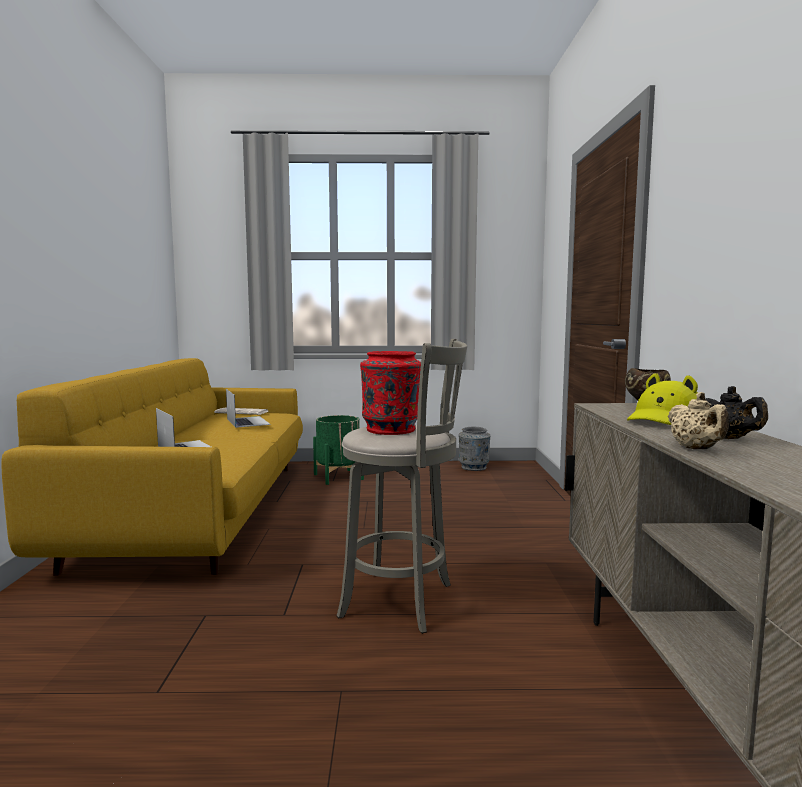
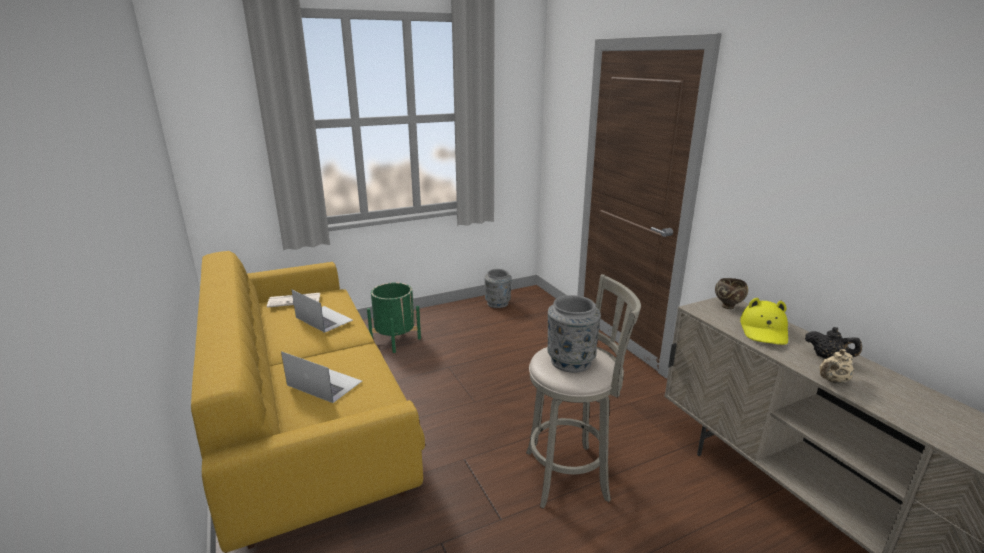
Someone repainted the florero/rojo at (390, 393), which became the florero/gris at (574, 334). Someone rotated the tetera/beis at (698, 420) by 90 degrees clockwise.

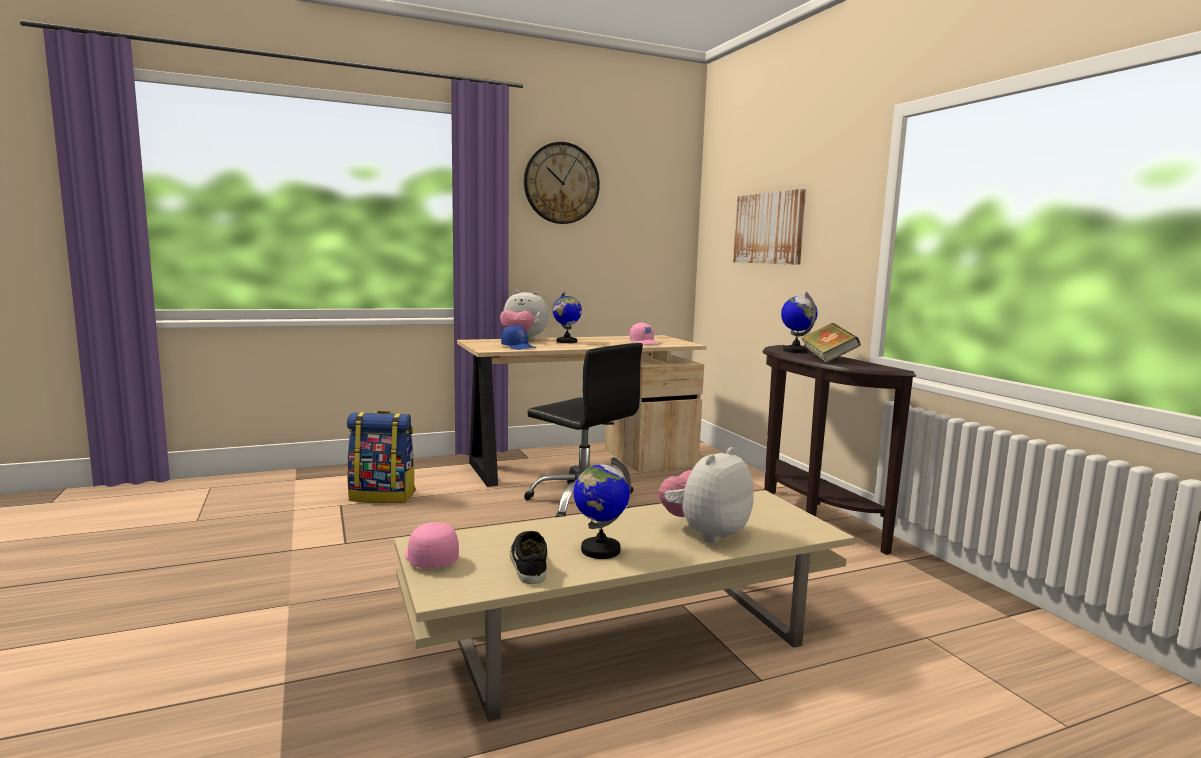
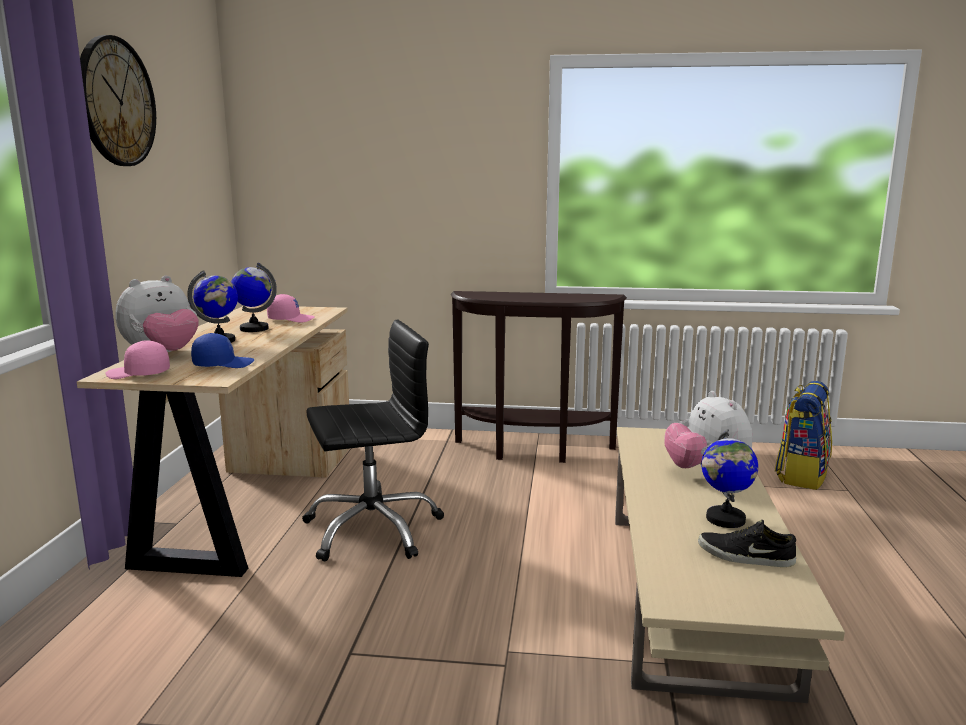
Someone took away the cuadro at (769, 227). Someone took away the libro at (831, 343). Someone carried the mochila from (381, 457) to (803, 435). Someone carried the gorra/rosa from (432, 545) to (138, 359). Someone carried the globo terráqueo from (799, 322) to (254, 297).

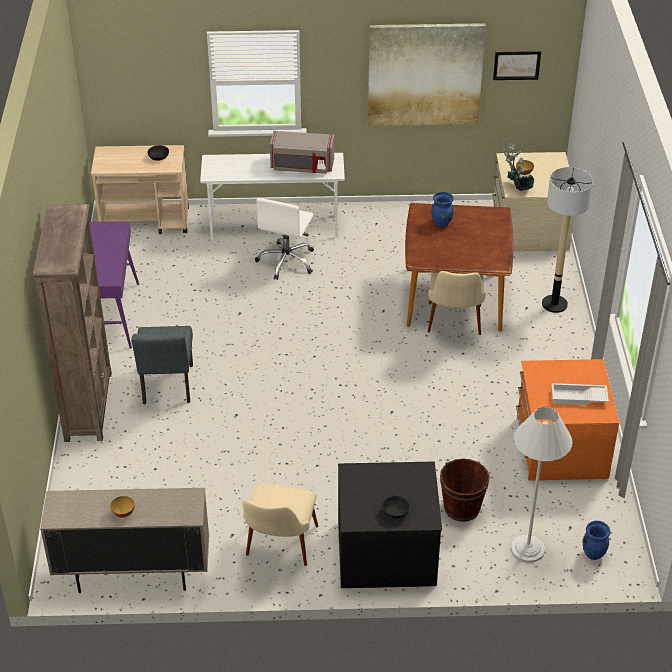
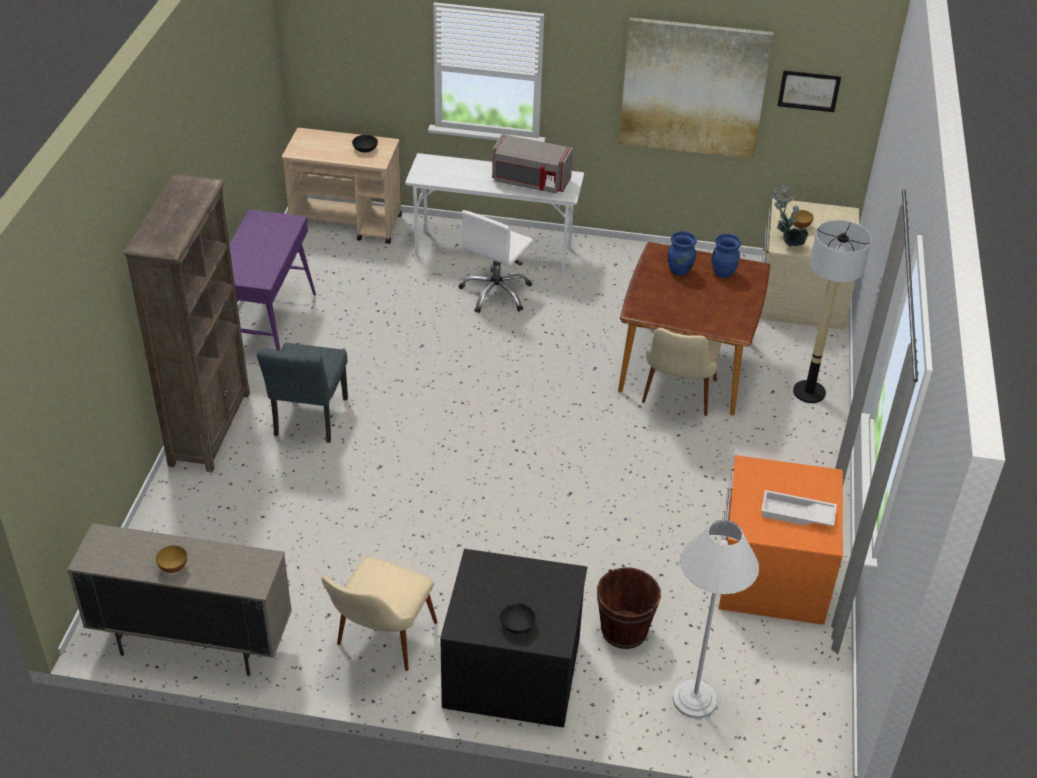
Someone carried the florero/azul from (597, 540) to (726, 256).

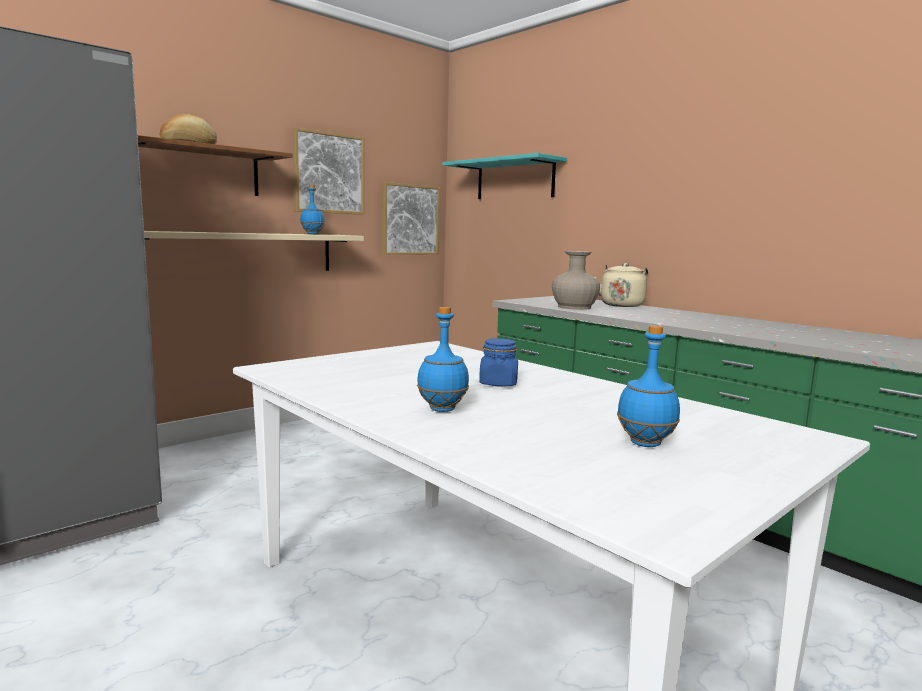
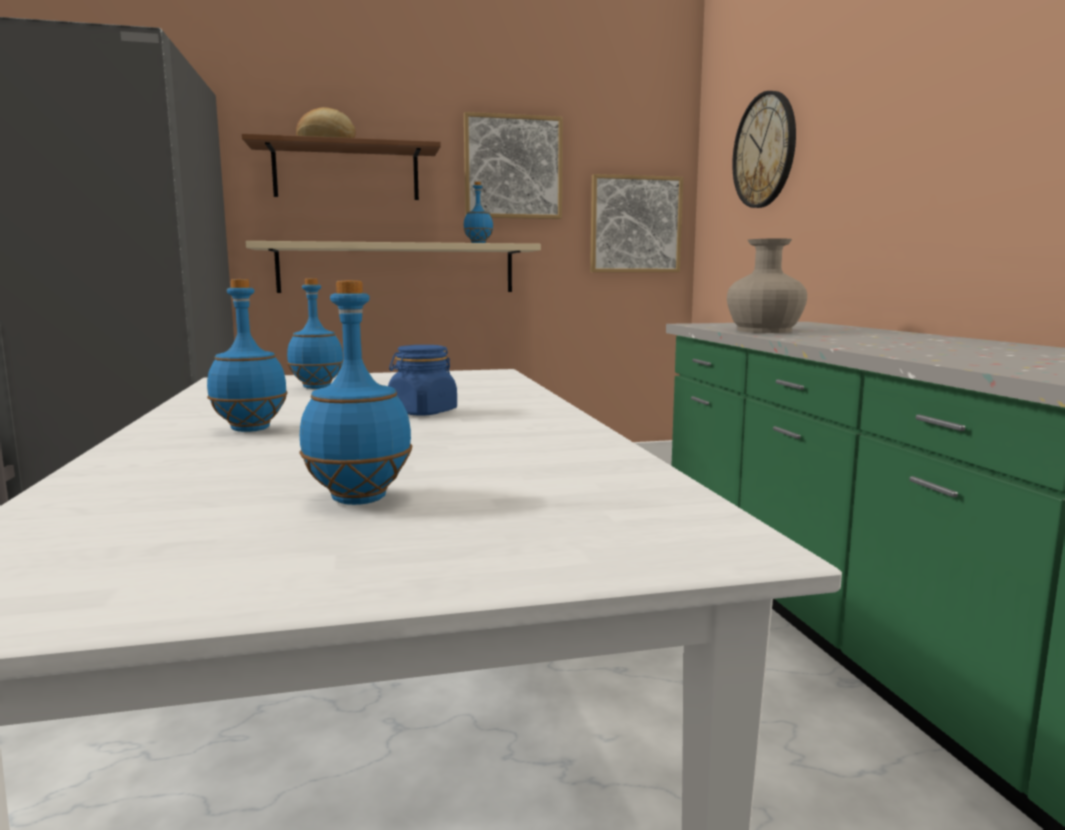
Someone took away the hervidor/beis at (621, 285). Someone put down the botella/azul at (315, 333). Someone swapped the estante/turquesa at (504, 176) for the reloj de pared at (764, 149).

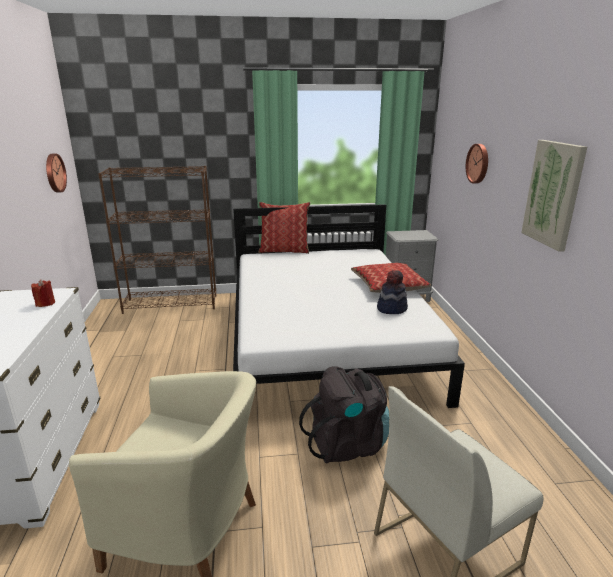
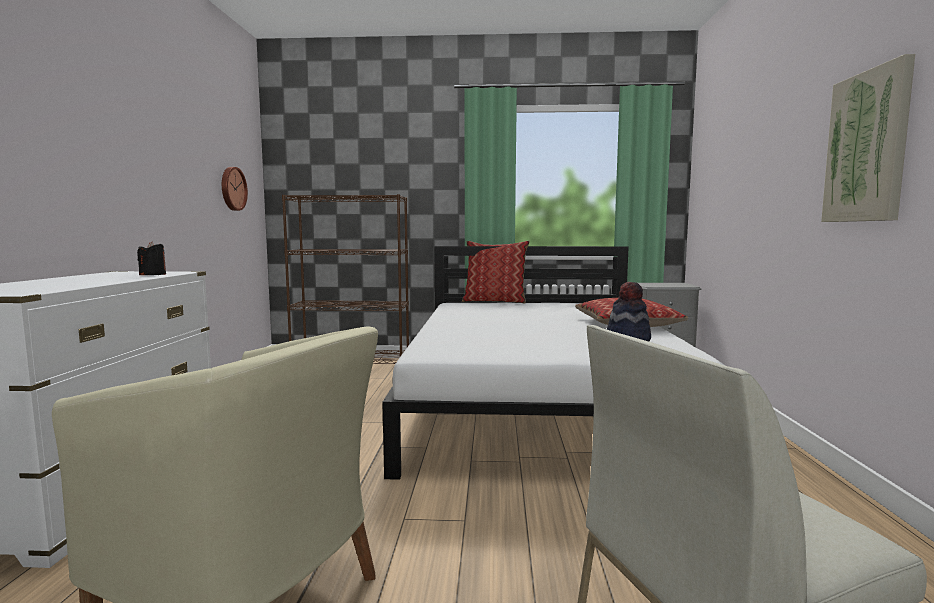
Someone took away the mochila/negro at (344, 415). Someone took away the reloj de pared at (477, 164). Someone repainted the vela/rojo at (43, 293), which became the vela/negro at (151, 258).

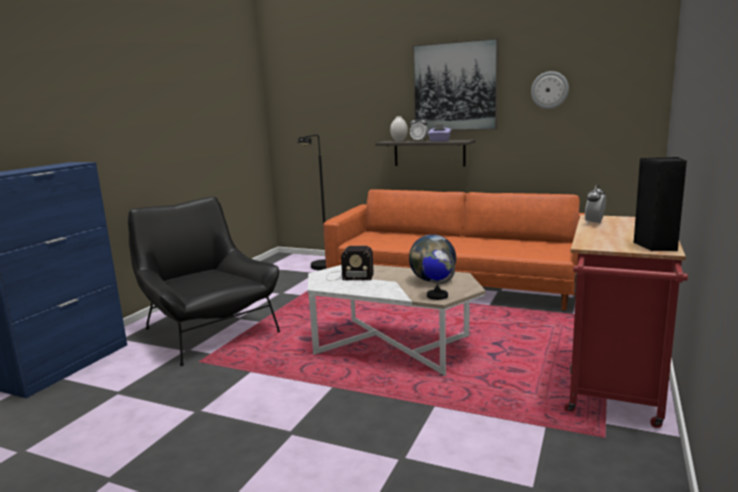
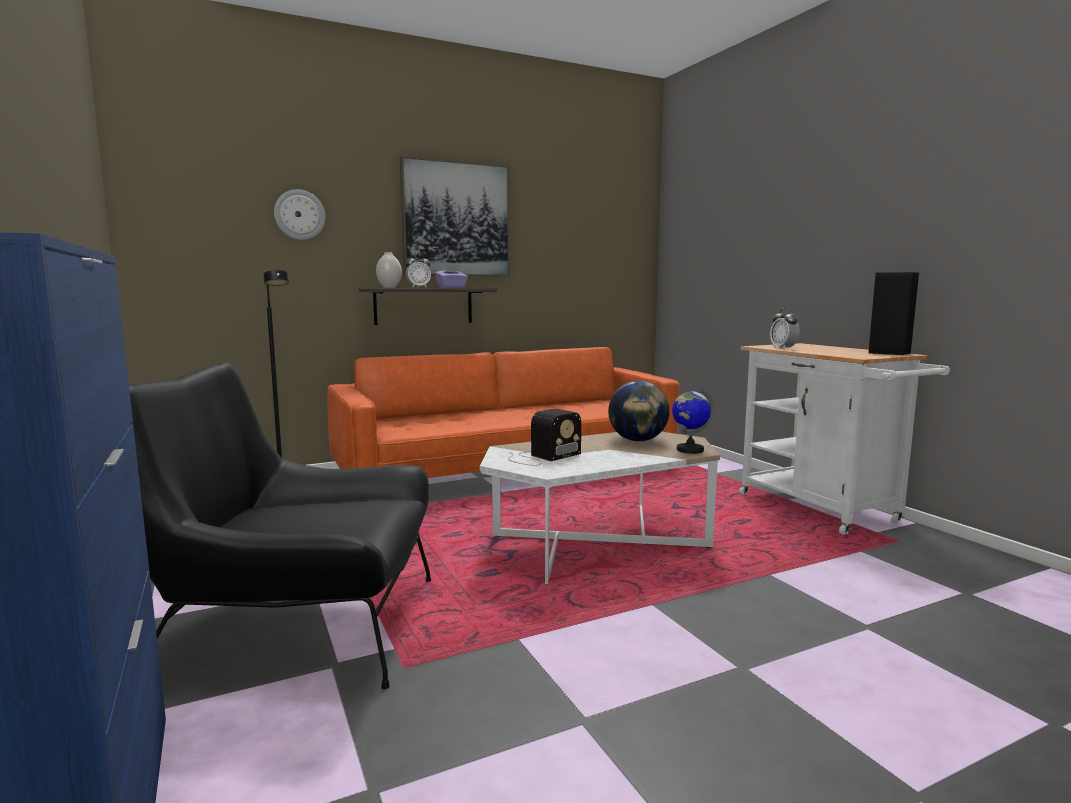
Someone carried the reloj de pared from (550, 90) to (300, 214). Someone repainted the carrito/rojo at (626, 321), which became the carrito/blanco at (844, 439).

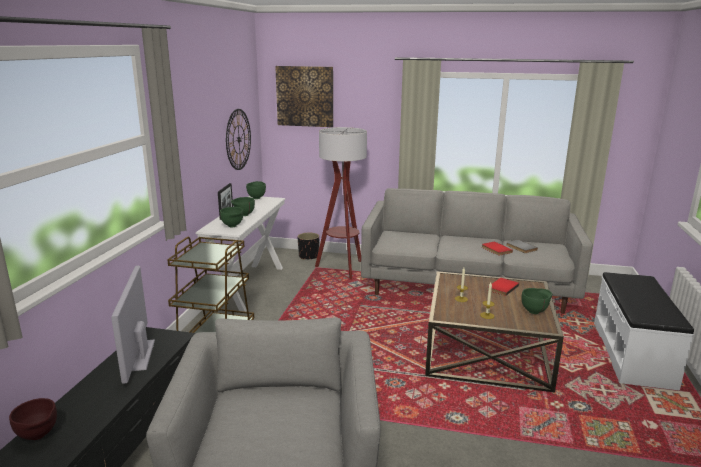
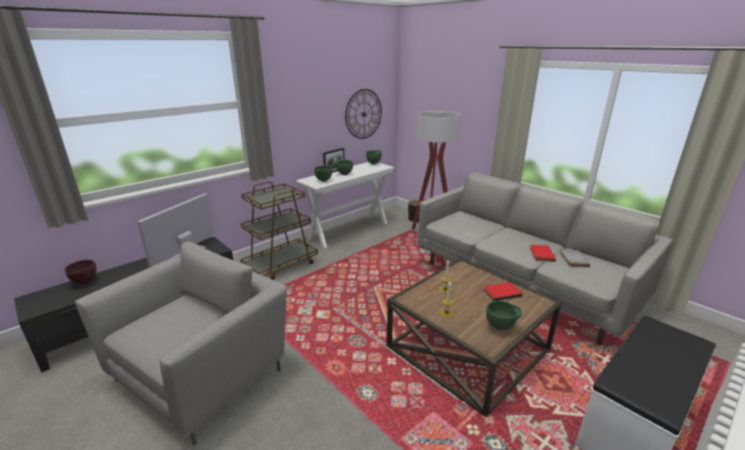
Someone took away the cuadro at (304, 96).

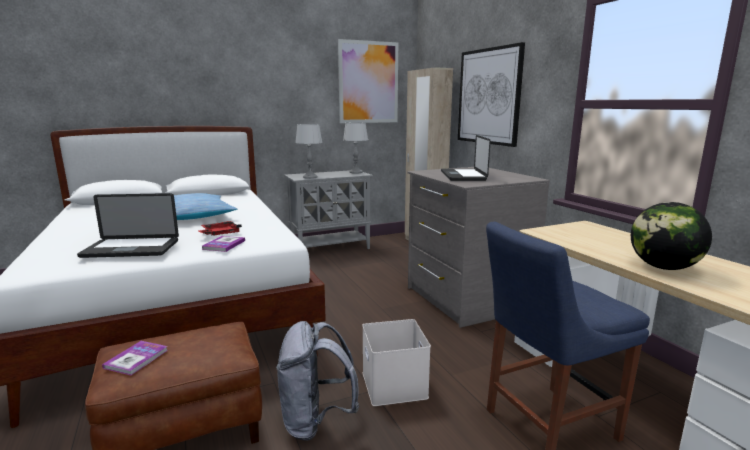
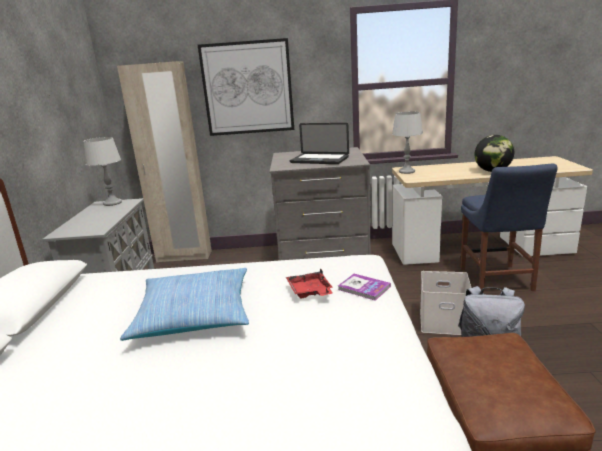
Someone took away the portátil at (128, 225). Someone took away the libro at (135, 358). Someone took away the cuadro at (368, 81). Someone carried the lámpara de mesa/gris from (309, 151) to (407, 143).

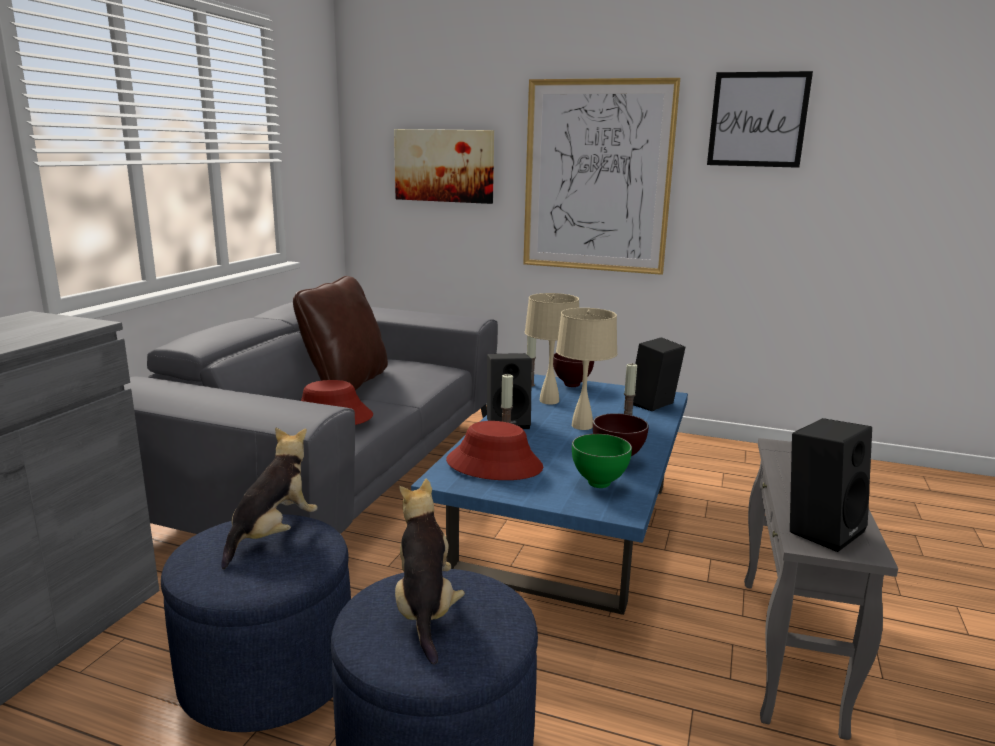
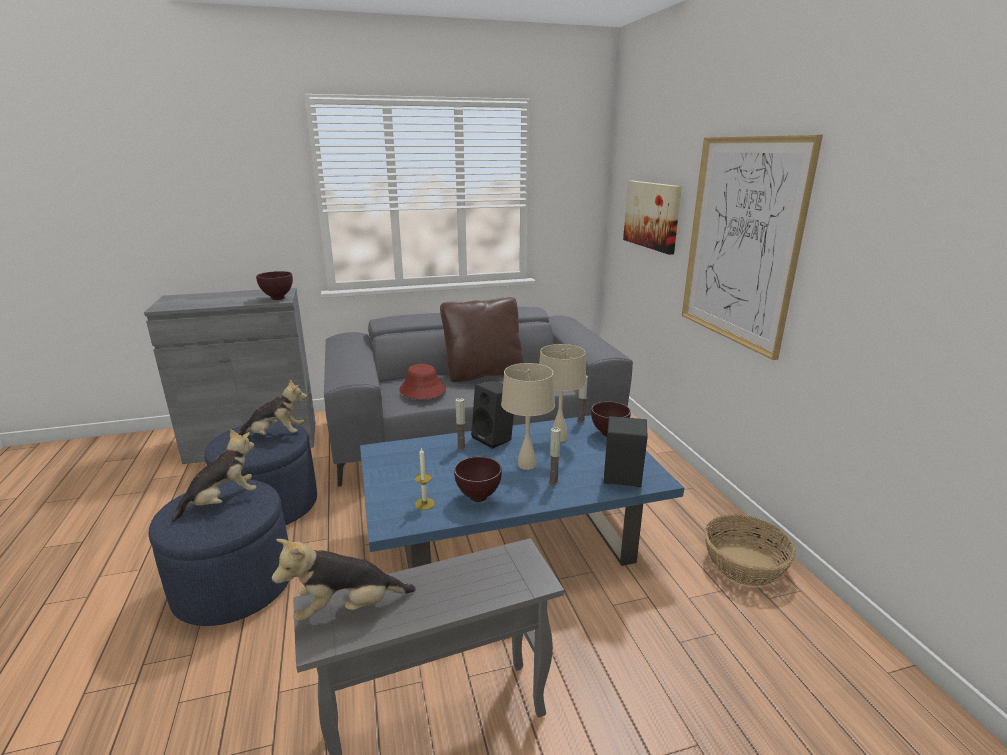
Someone took away the sombrero/rojo at (494, 450). Someone took away the cuadro at (760, 119). Someone put down the cuenco/marrón at (274, 285). Someone put down the cesta at (750, 550). Someone swapped the cuenco/verde at (602, 461) for the vela at (425, 479). Someone swapped the altavoz/negro at (831, 485) for the peluche at (344, 580).

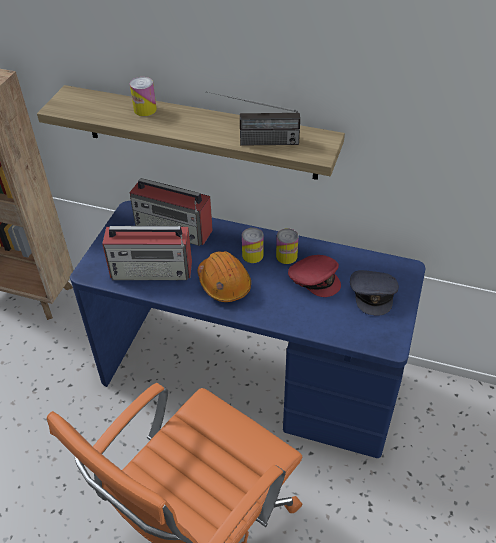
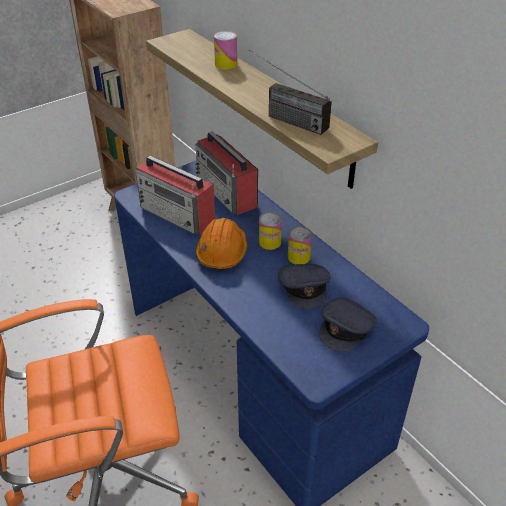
Someone repainted the gorra/rojo at (314, 276), which became the gorra/gris at (304, 286).

